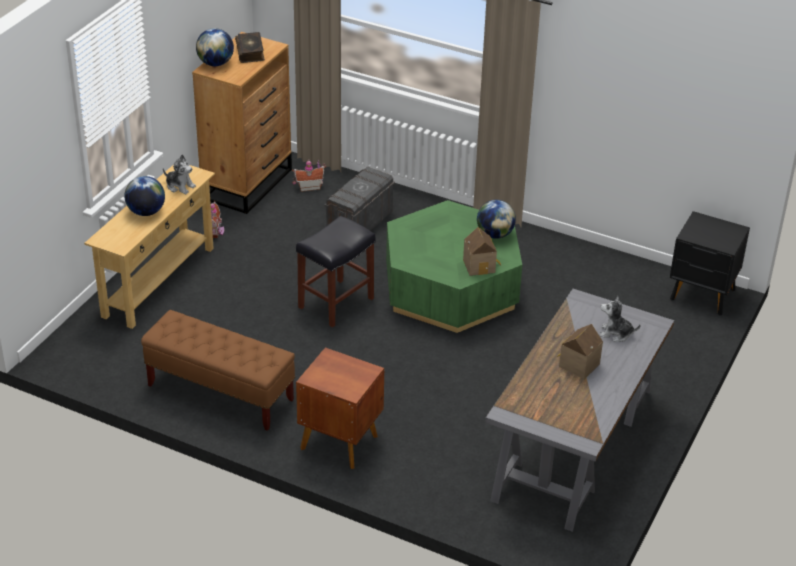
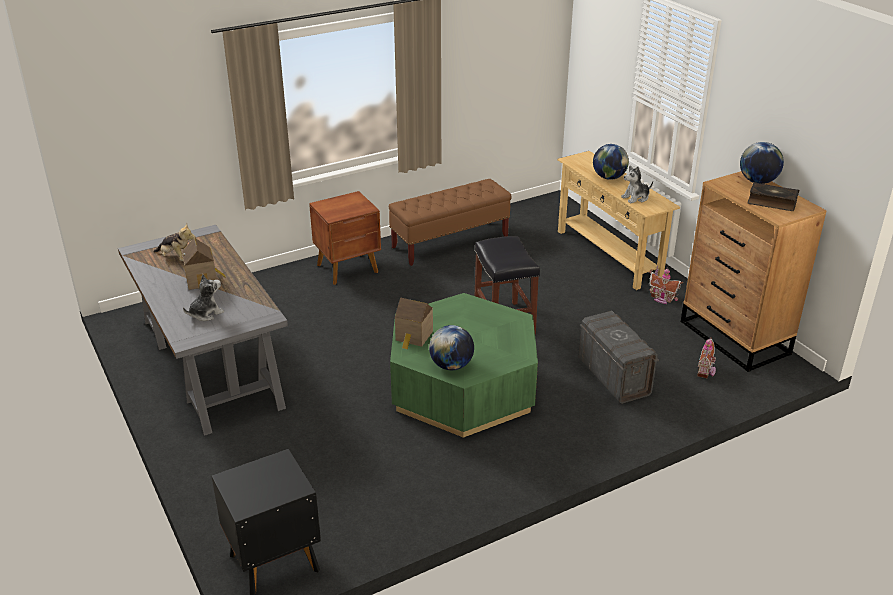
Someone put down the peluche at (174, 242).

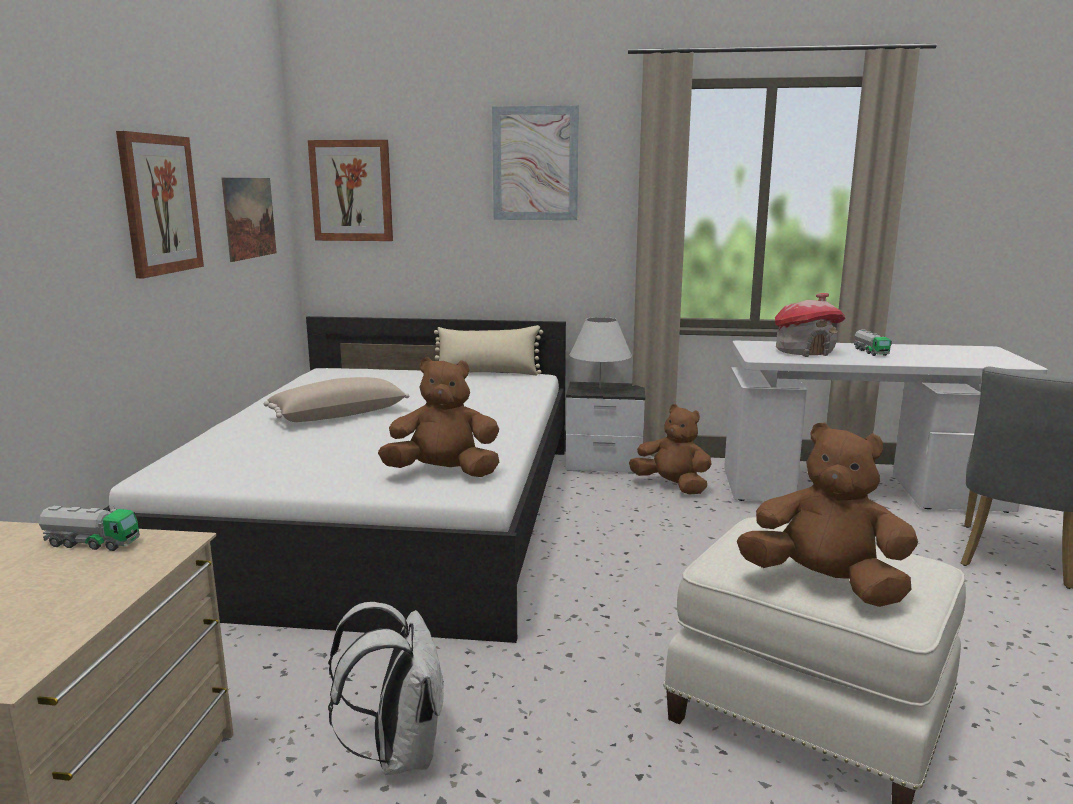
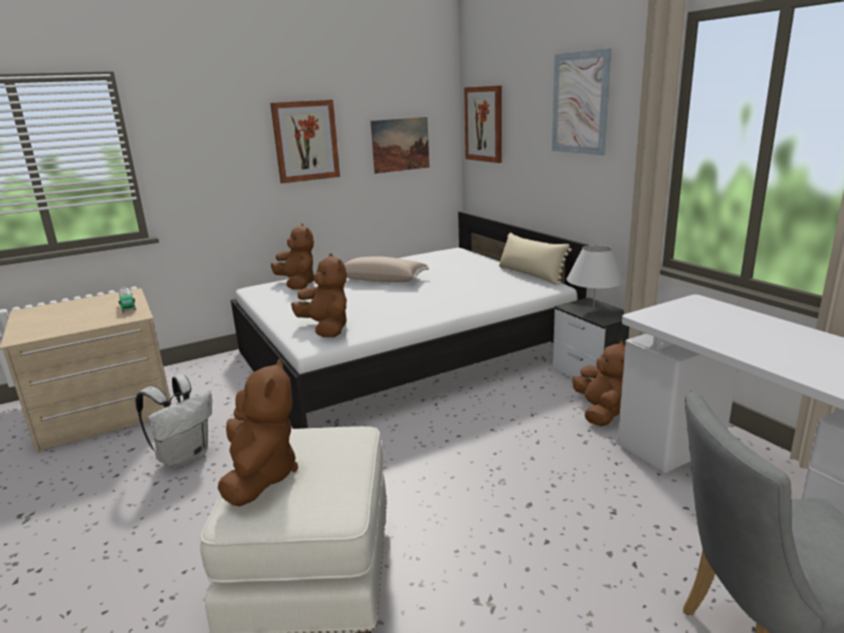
Someone took away the casita at (810, 325). Someone took away the camión de juguete at (873, 343). Someone put down the peluche/marrón at (292, 256).

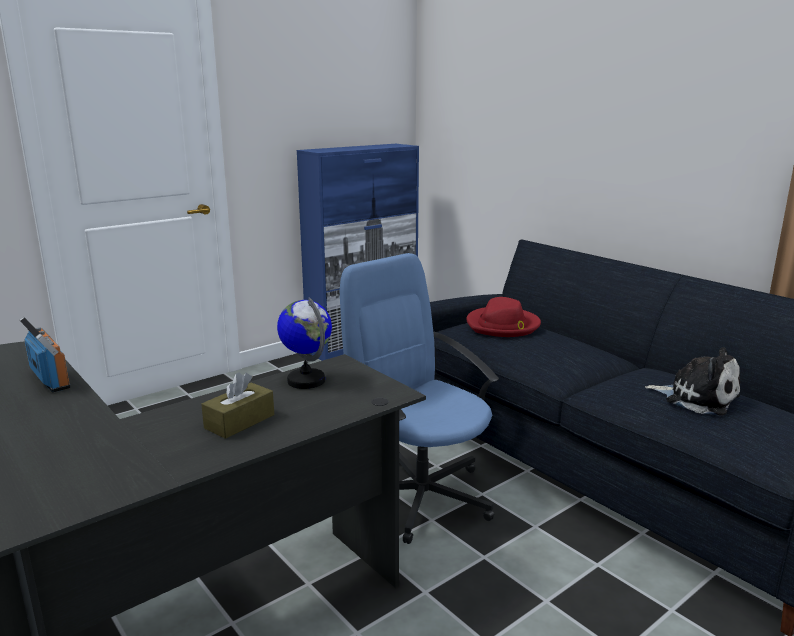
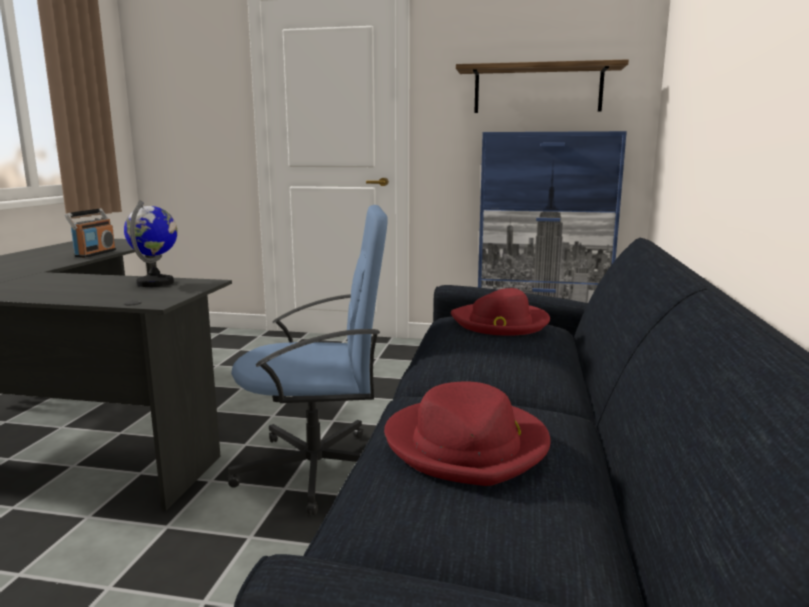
Someone took away the caja de pañuelos/marrón at (237, 405). Someone put up the estante at (542, 86). Someone swapped the peluche at (692, 381) for the sombrero/rojo at (467, 433). Someone rotated the silla de oficina/azul at (419, 398) by 75 degrees clockwise.

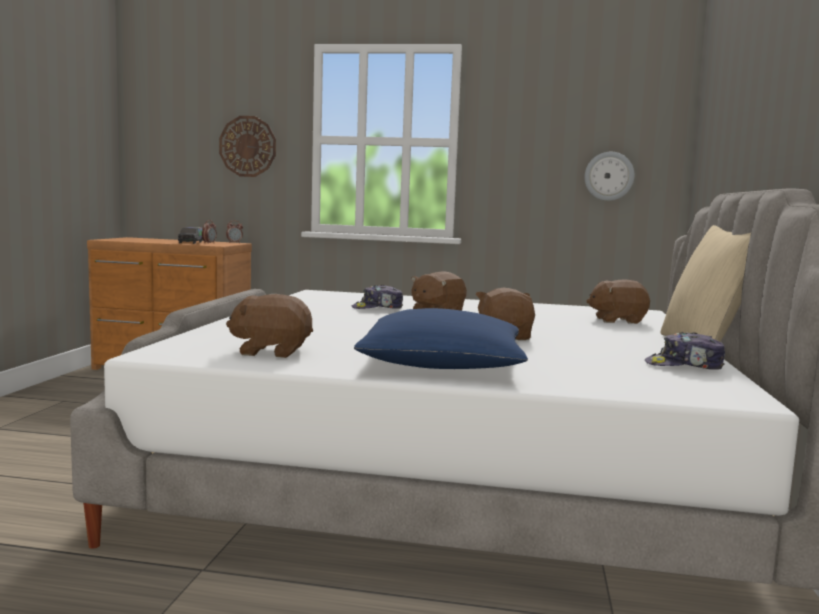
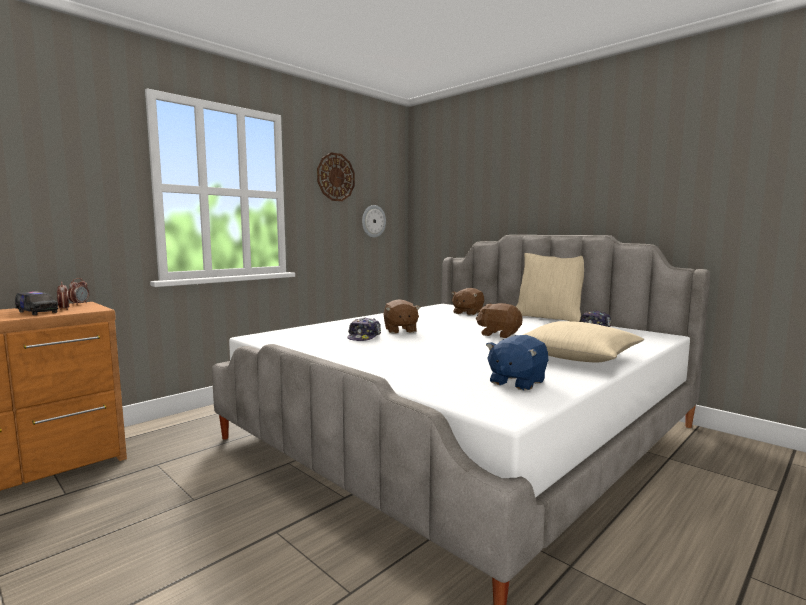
Someone carried the reloj de pared from (247, 146) to (336, 176). Someone repainted the peluche/marrón at (269, 326), which became the peluche/azul at (517, 363). Someone repainted the cojín/azul at (441, 338), which became the cojín/beis at (583, 341).

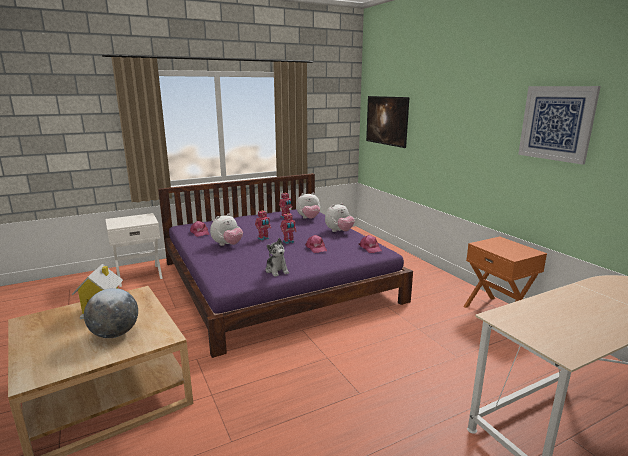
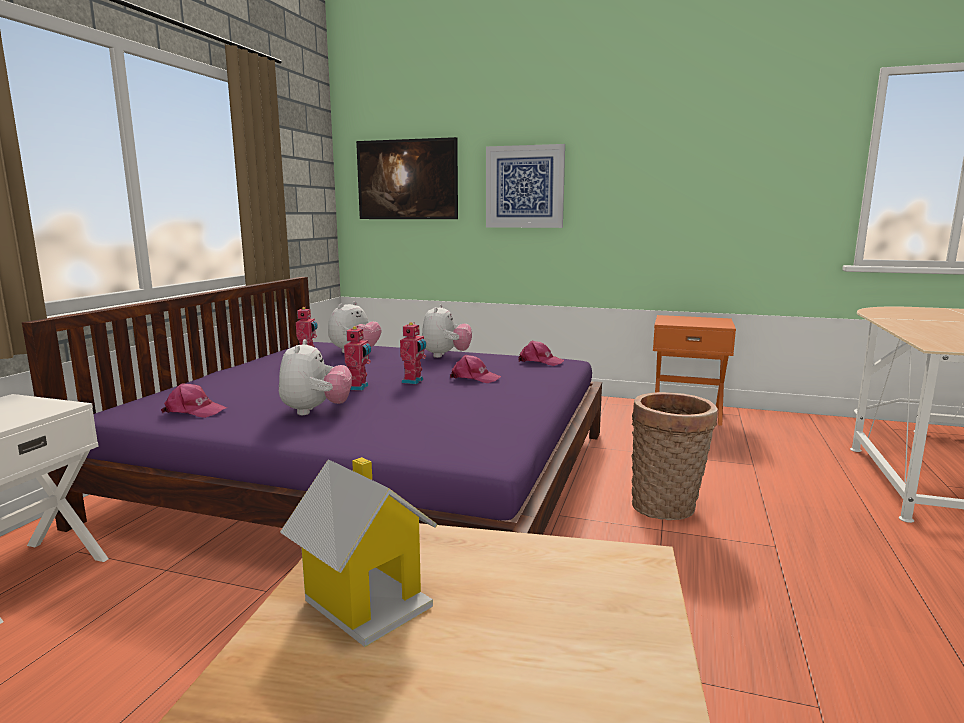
Someone took away the globo terráqueo at (111, 313). Someone took away the peluche at (277, 257). Someone put down the cesta at (674, 456). Someone carried the cuadro from (559, 125) to (525, 186).

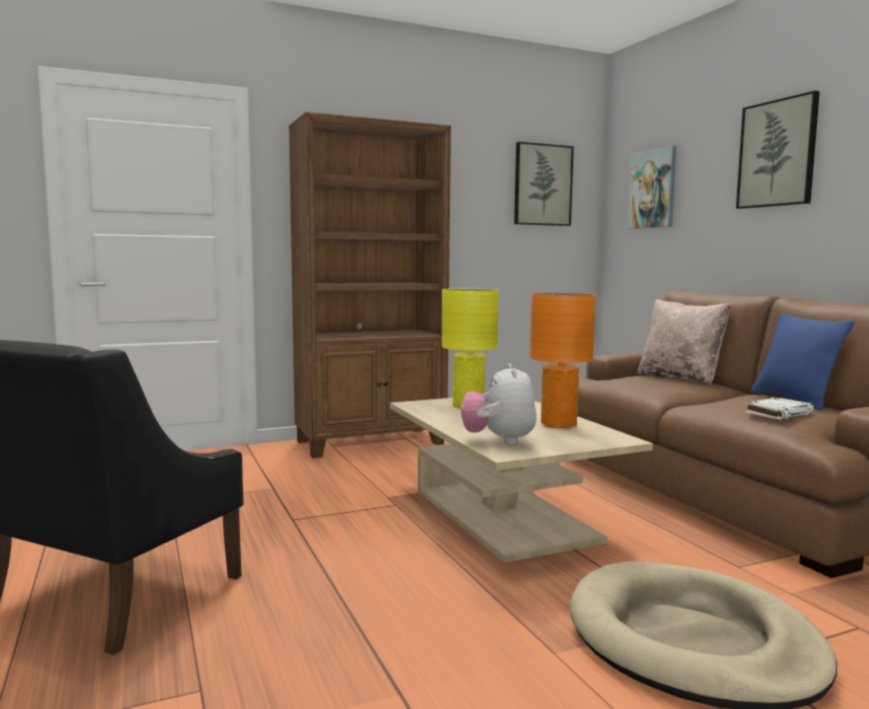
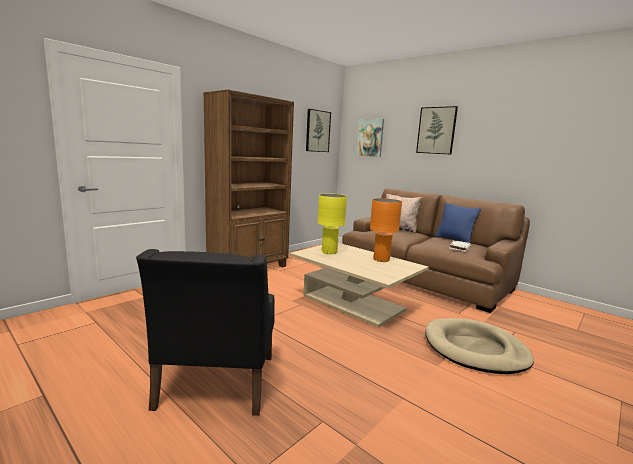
Someone took away the peluche at (498, 404).

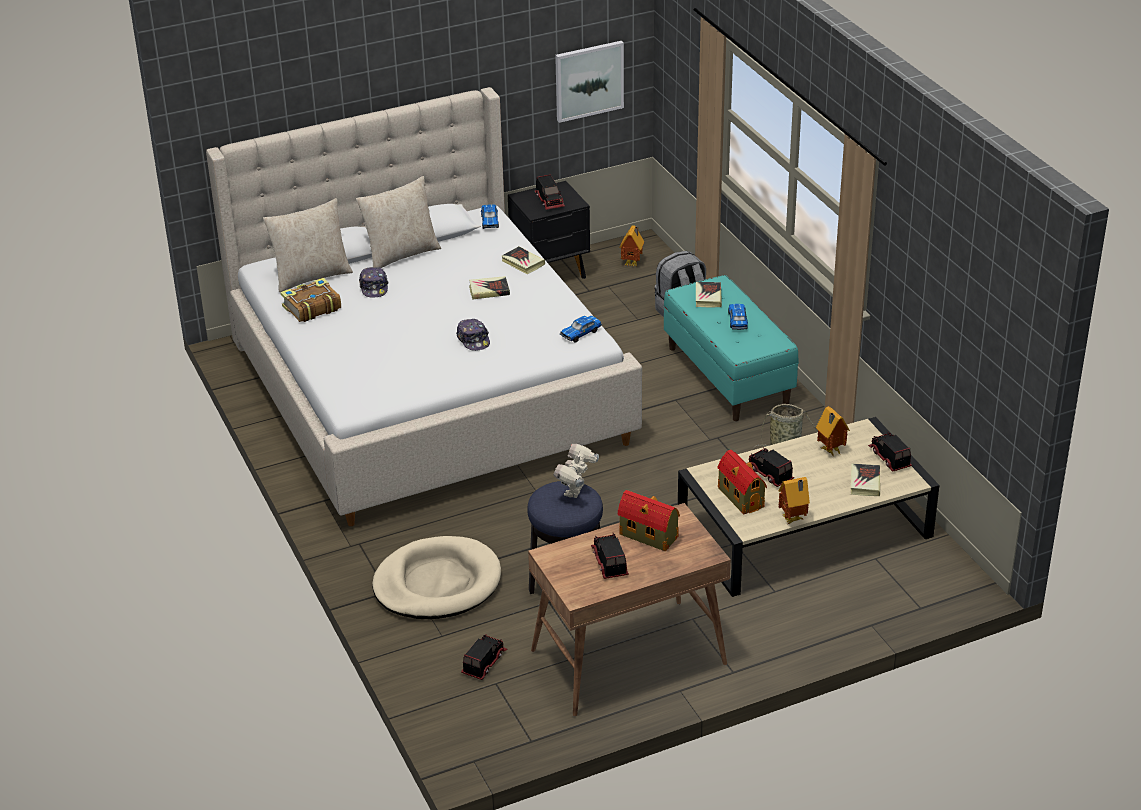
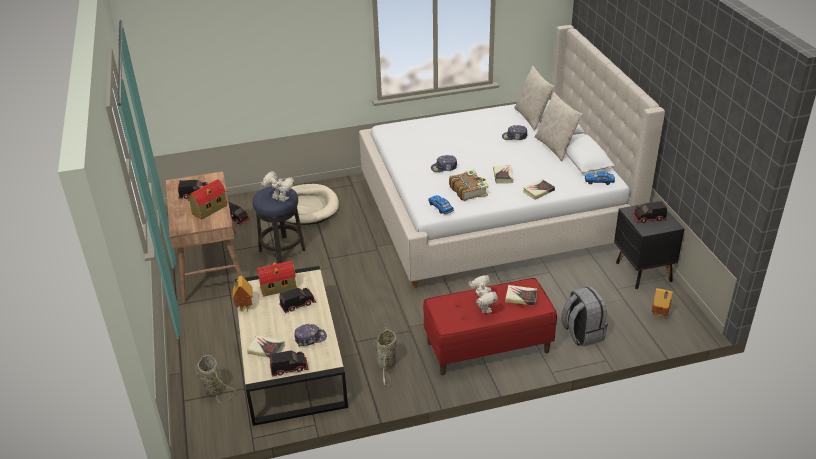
Someone took away the cuadro at (589, 82). Someone put down the cesta at (216, 379). Someone carried the libro from (310, 300) to (468, 185). Someone swapped the coche de juguete at (738, 317) for the robot de juguete at (483, 294). Someone swapped the casita at (833, 431) for the gorra at (310, 335). Someone repainted the banco/turquesa at (731, 348), which became the banco/rojo at (490, 326).

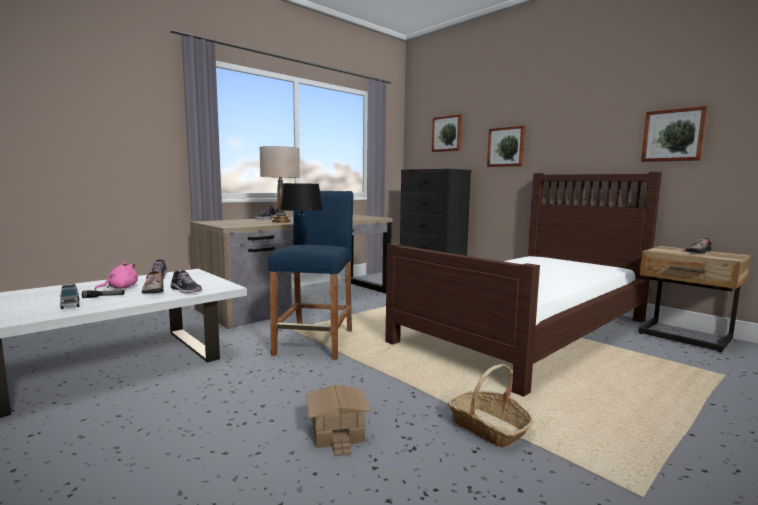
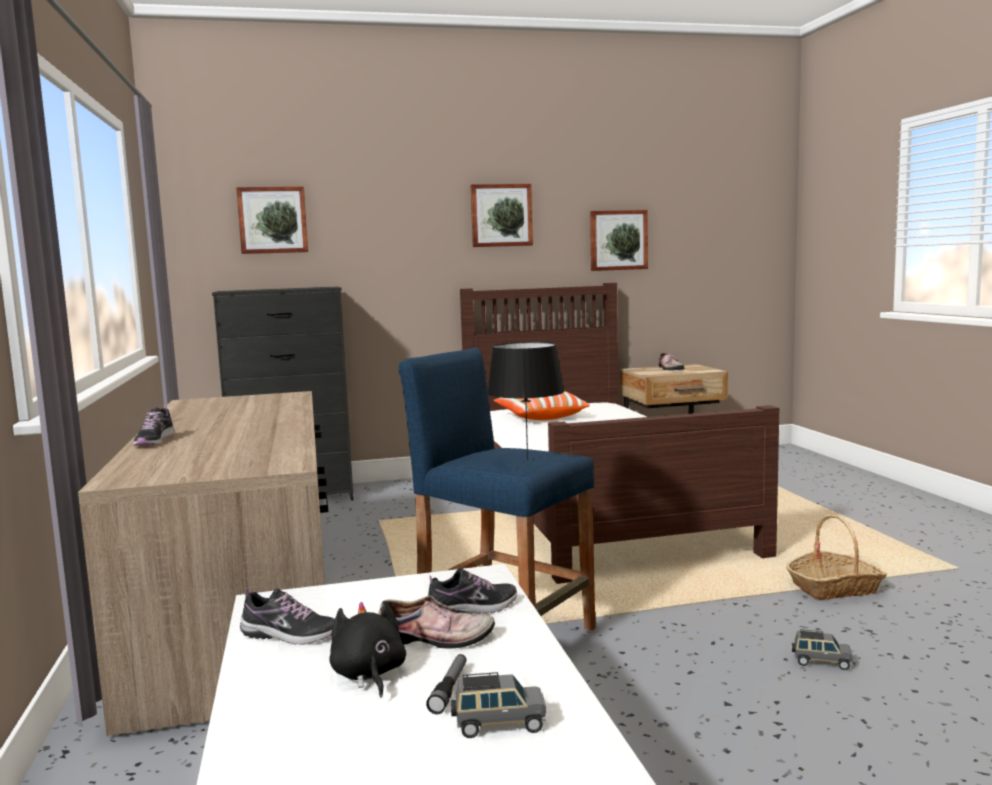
Someone took away the lámpara de mesa/beis at (279, 184). Someone put down the cojín at (542, 405). Someone carried the cuadro from (506, 146) to (502, 215). Someone swapped the casita at (338, 420) for the coche de juguete/gris at (822, 649). Someone repainted the peluche/rosa at (116, 276), which became the peluche/negro at (367, 649).

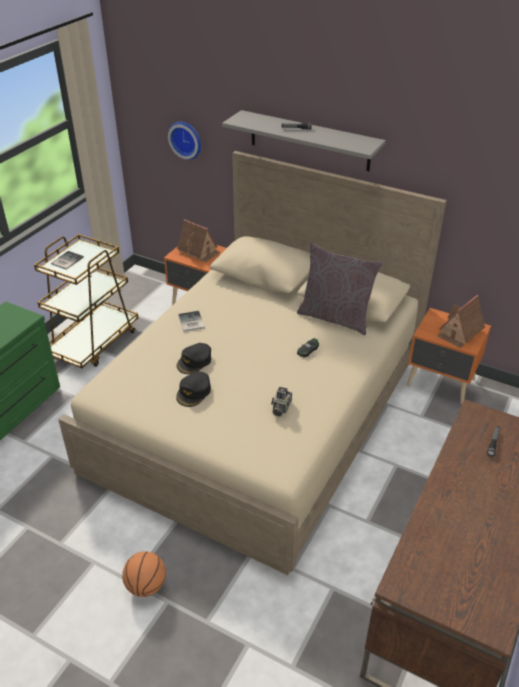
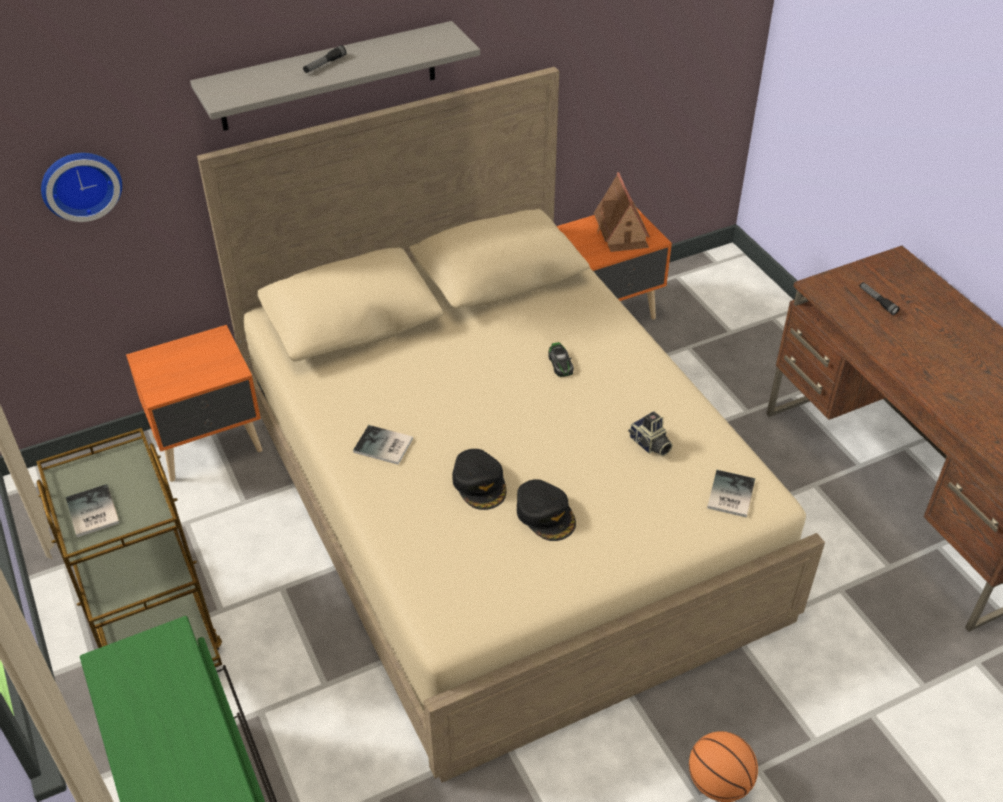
Someone took away the casita at (198, 240). Someone took away the cojín/gris at (340, 289). Someone put down the libro at (731, 493).

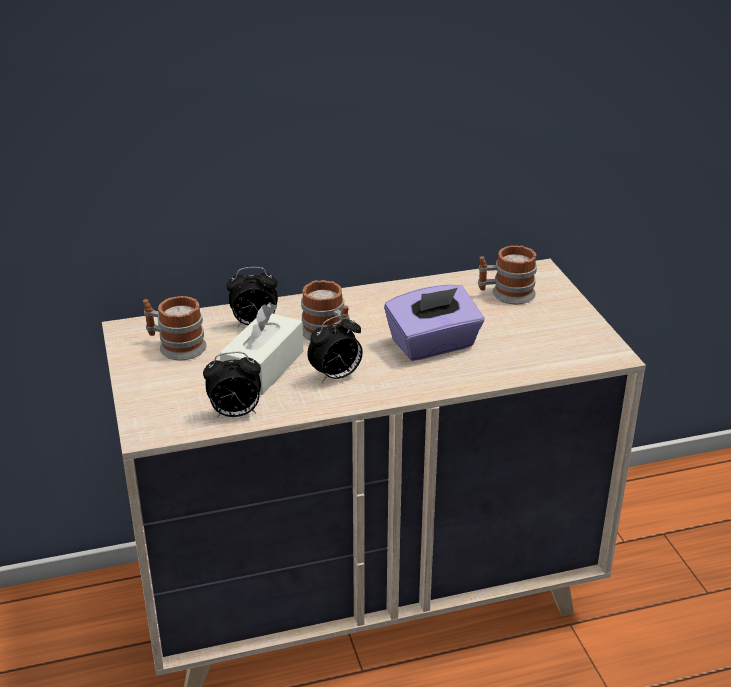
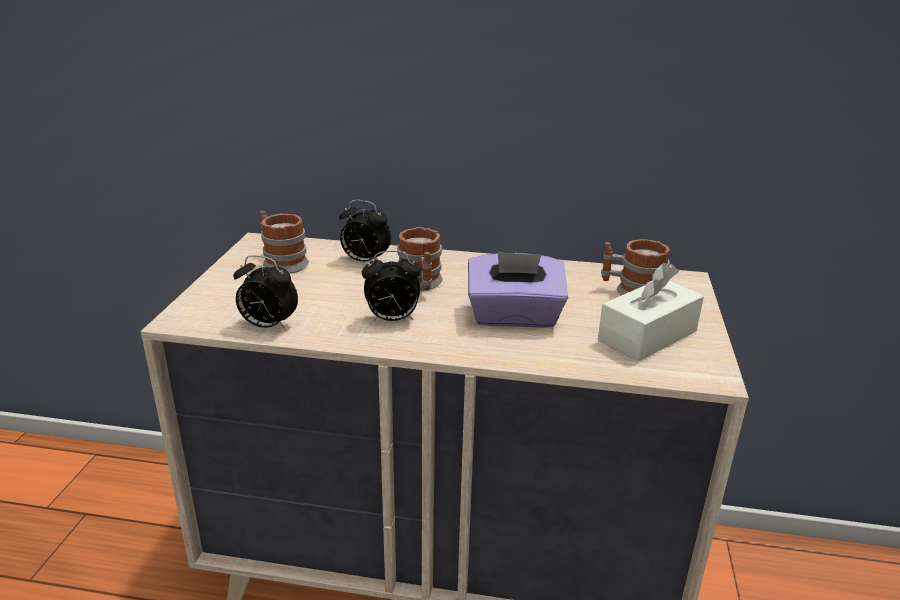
Someone carried the caja de pañuelos/blanco from (261, 349) to (651, 312).

